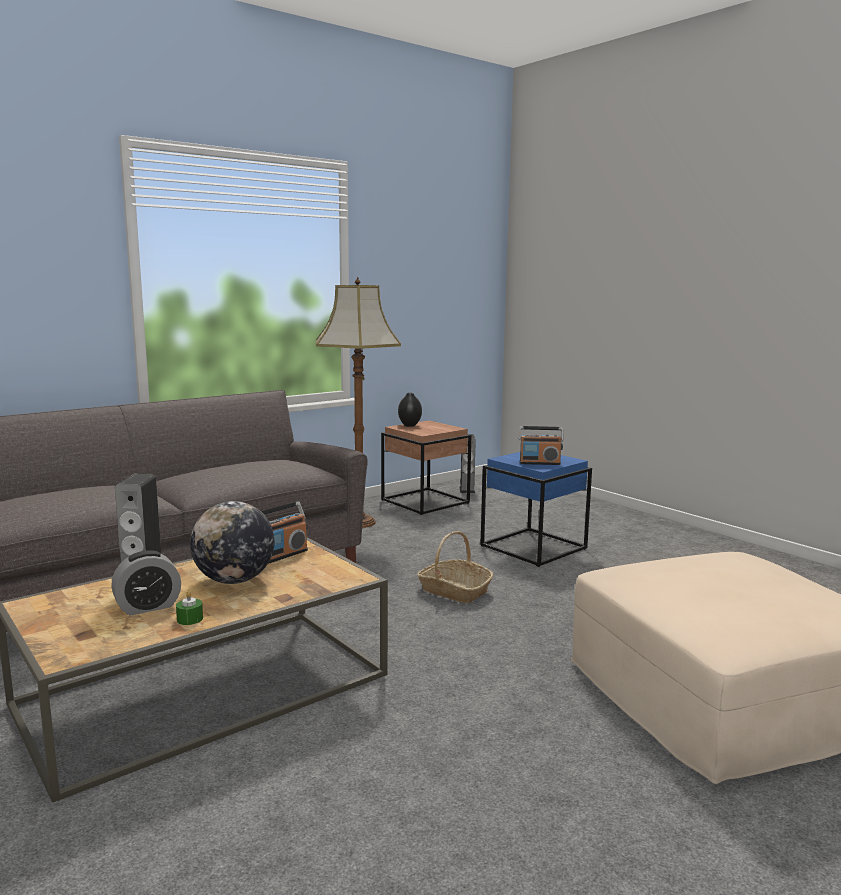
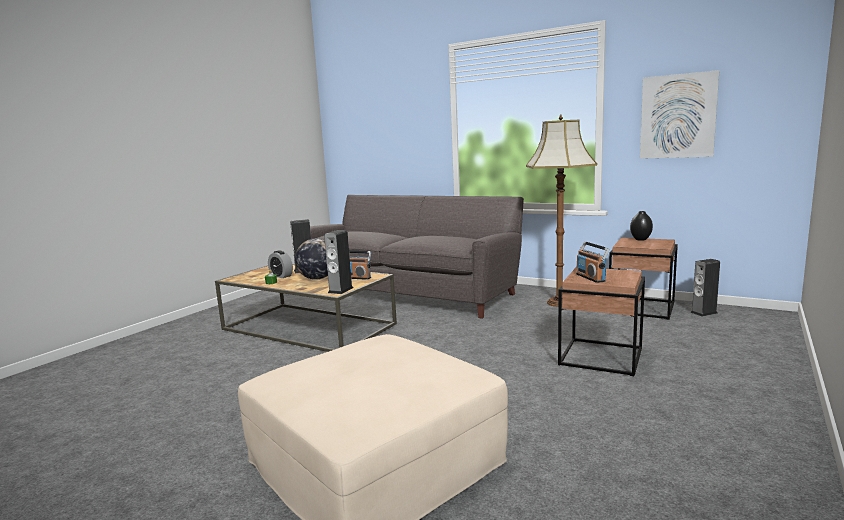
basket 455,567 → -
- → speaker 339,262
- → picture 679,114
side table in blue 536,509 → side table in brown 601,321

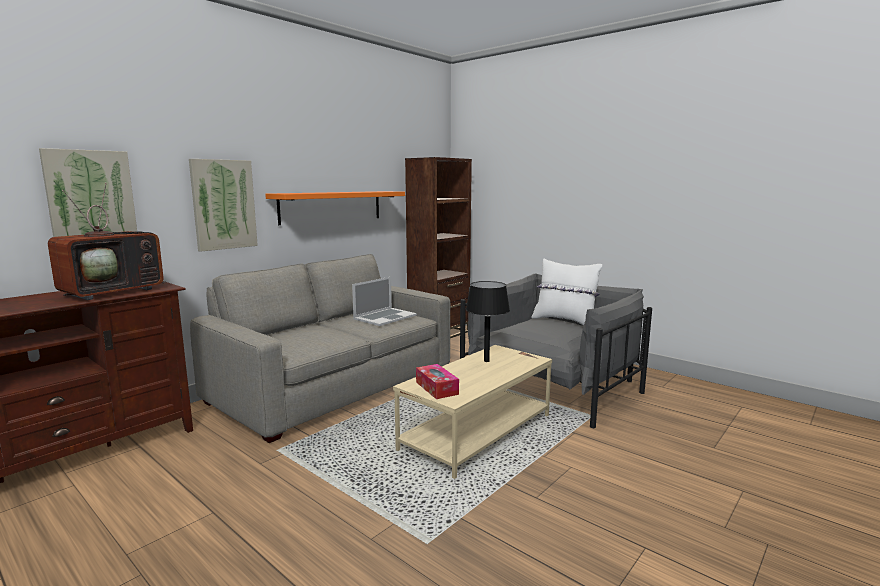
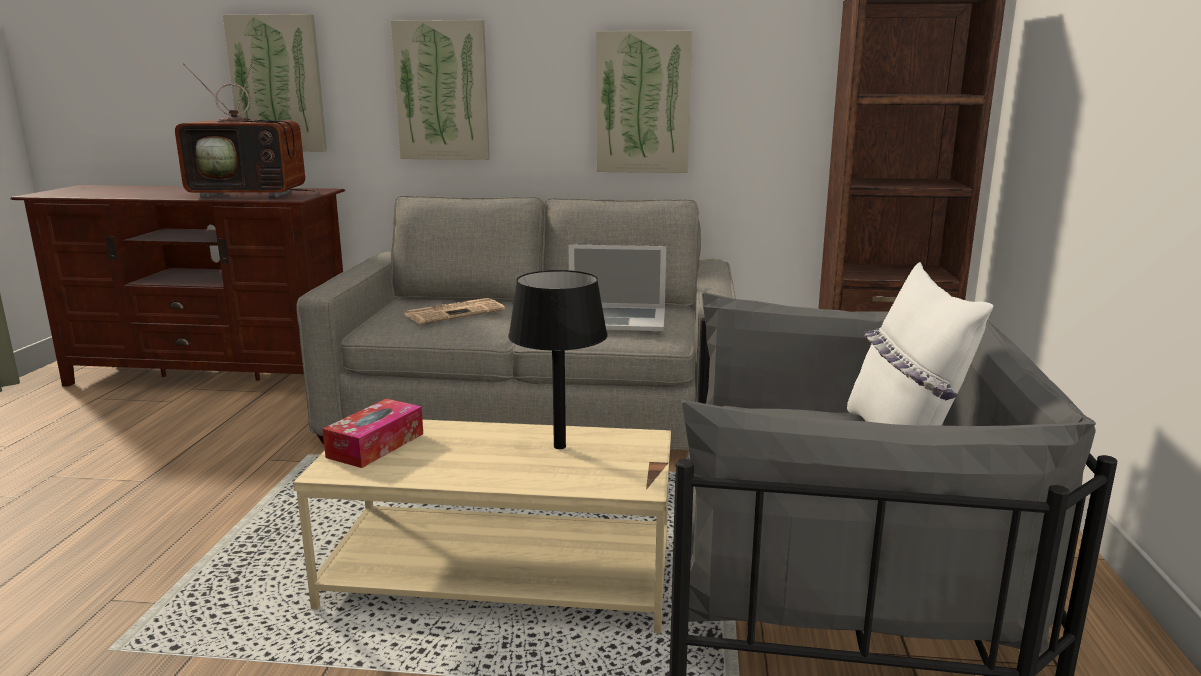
- → newspaper 454,311
shelf in orange 335,208 → picture 644,101

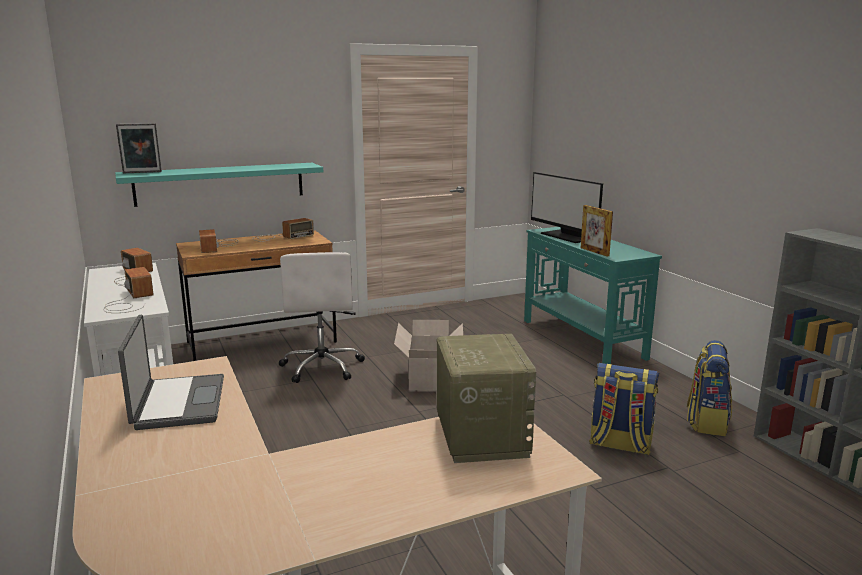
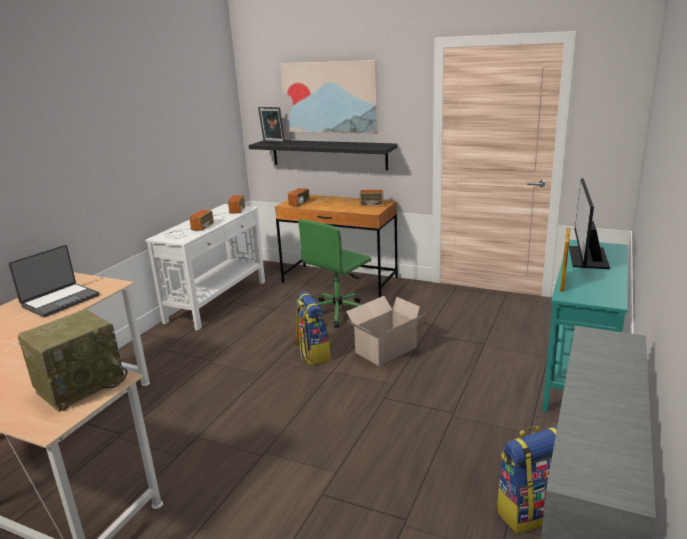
- → picture 329,97
backpack 624,409 → backpack 313,328, shifted
shelf in turquoise 219,185 → shelf in black 323,155
office chair in white 321,317 → office chair in green 334,273

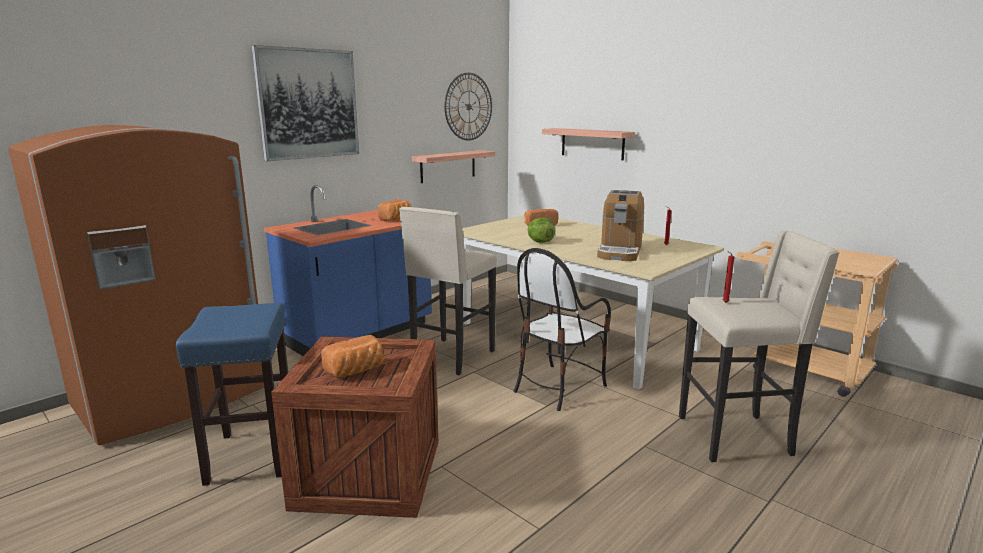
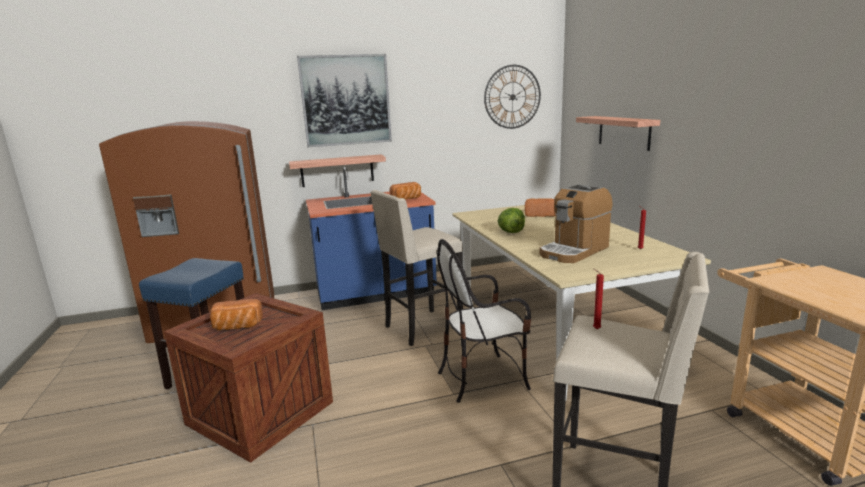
shelf 454,166 → shelf 337,170, shifted

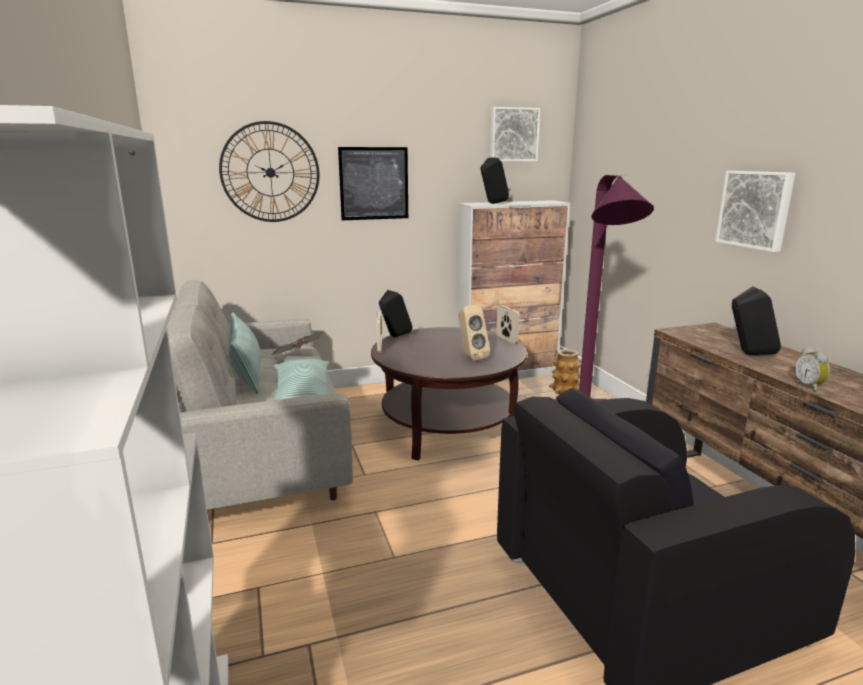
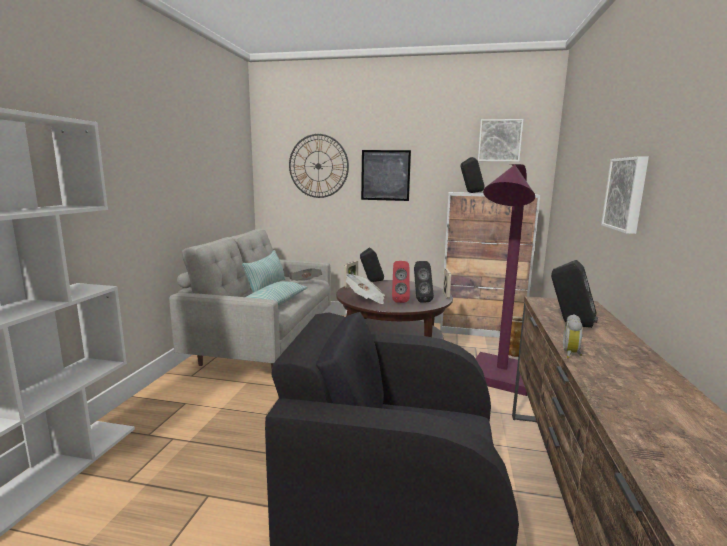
- → newspaper 365,289
- → speaker in black 424,282
speaker in beige 474,333 → speaker in red 401,282

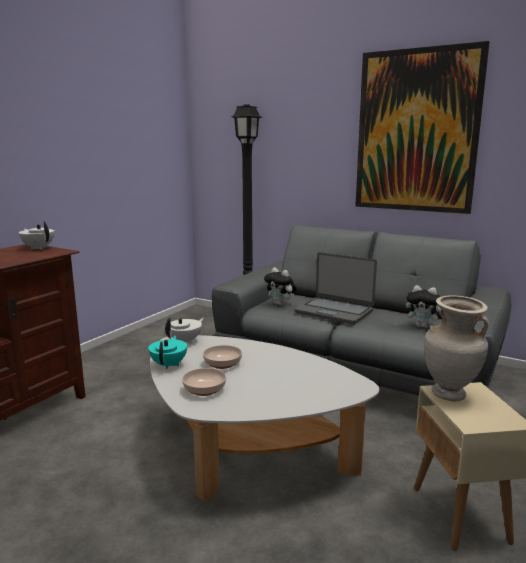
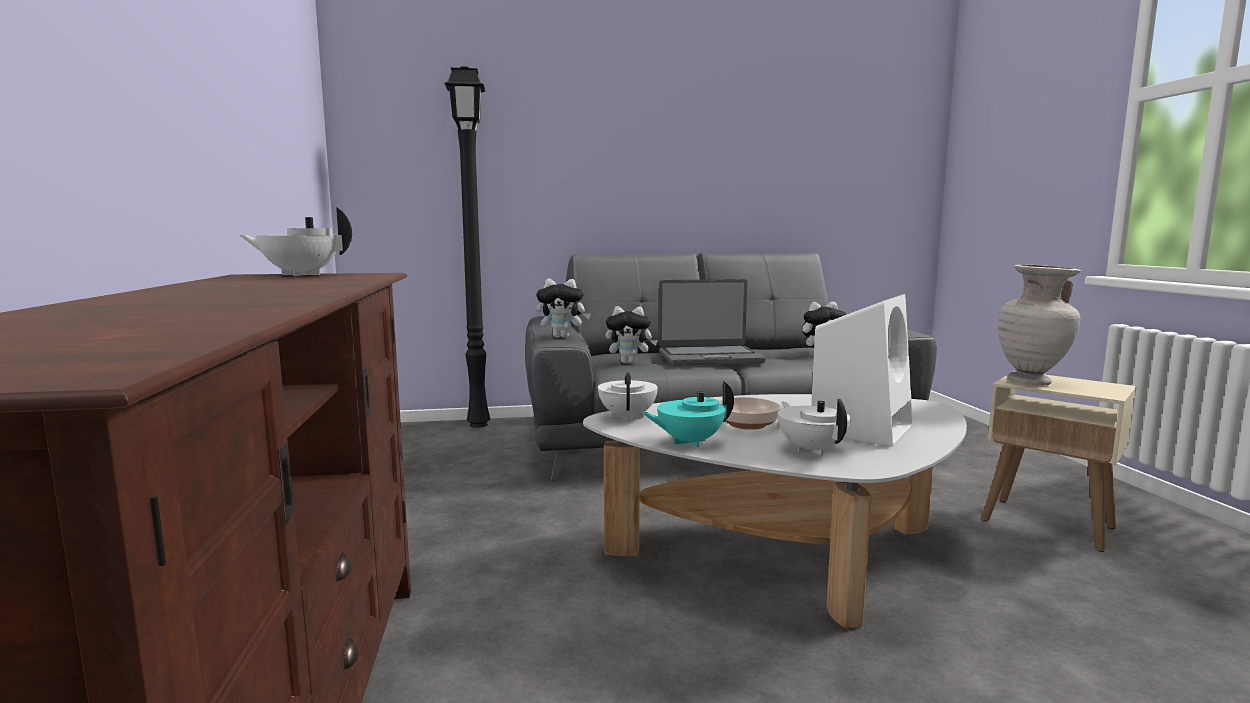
picture 422,127 → -
- → plush toy 564,308
- → speaker in white 862,370
bowl 204,382 → teapot in white 814,427
teapot in turquoise 167,352 → teapot in turquoise 688,414, 75 degrees counterclockwise

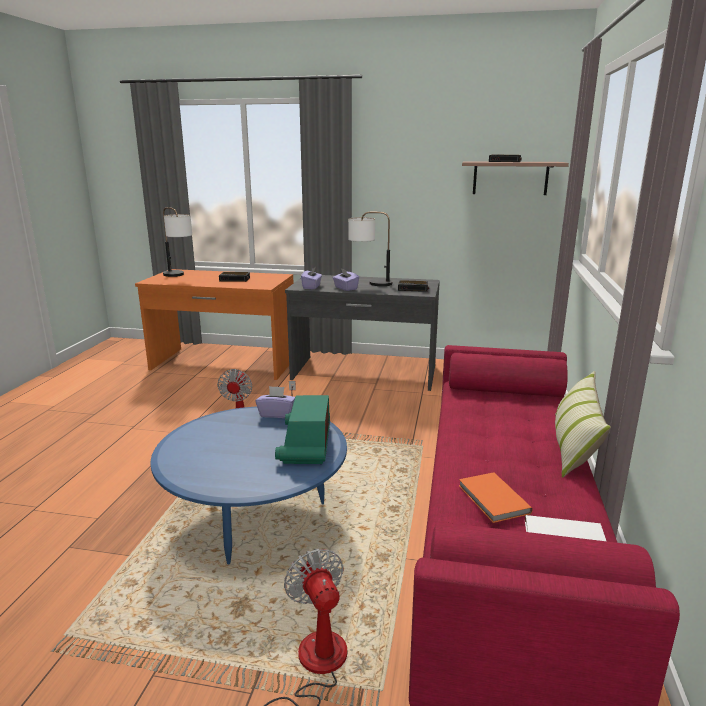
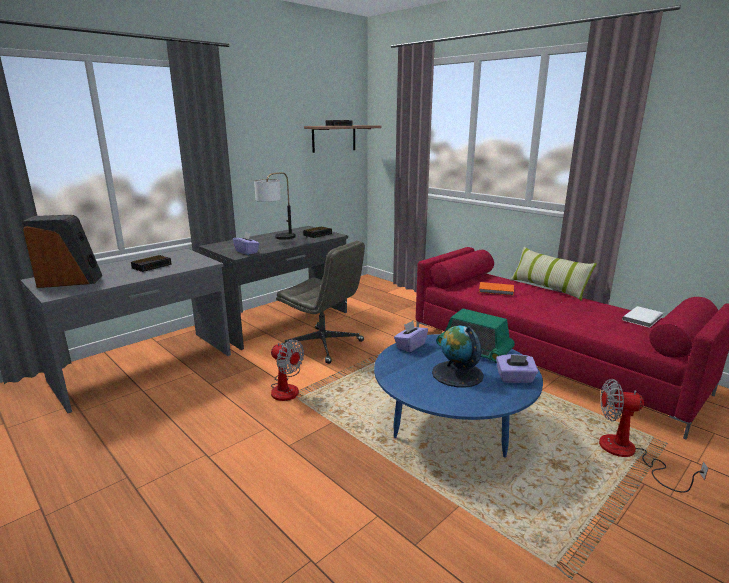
- → office chair in grey 320,302
- → globe 458,356
tissue box in purple 346,279 → tissue box in purple 517,368, shifted
book in orange 496,497 → book in orange 496,289, shifted
table lamp 177,242 → speaker 62,251
desk in orange 214,324 → desk in grey 126,331

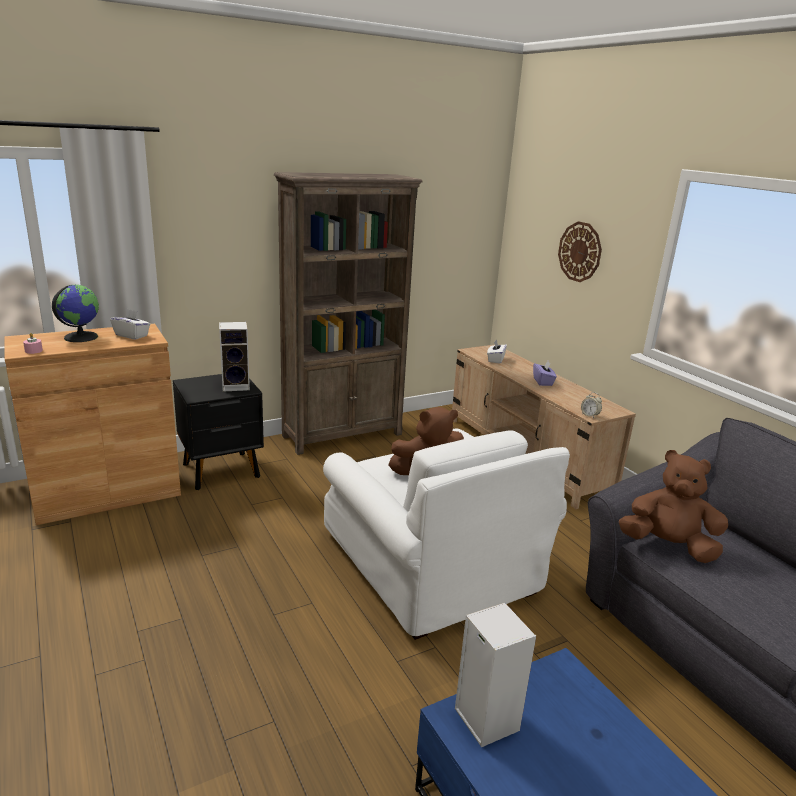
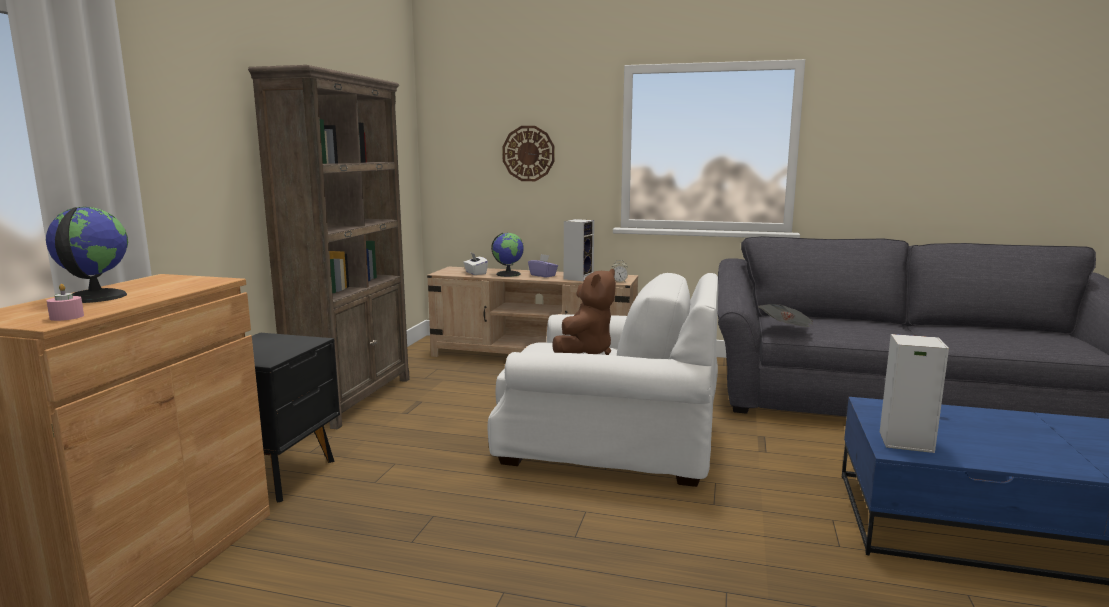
tissue box in white 130,324 → -
- → globe 507,255
speaker 234,357 → speaker 579,250, shifted
plush toy in brown 673,506 → newspaper 785,315

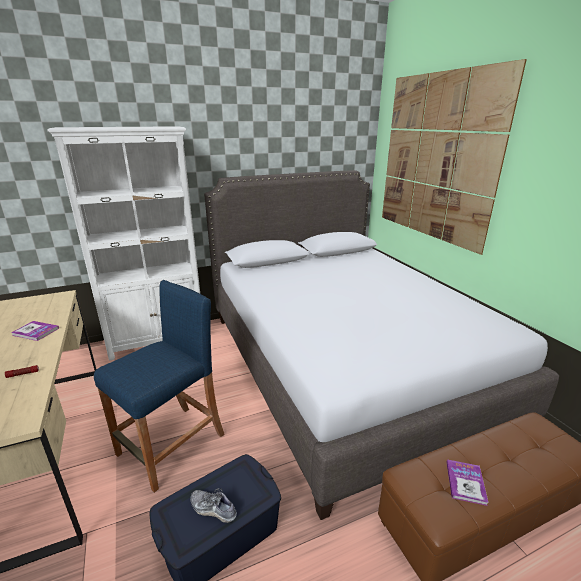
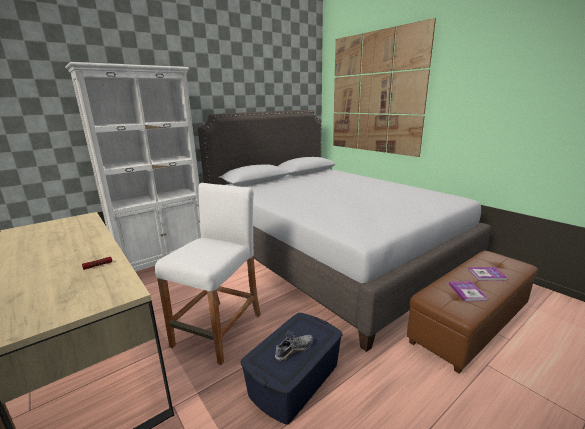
book 35,331 → book 488,274, shifted
stool in blue 159,386 → stool in white 208,274
shoe 213,505 → shoe 294,346, 135 degrees clockwise

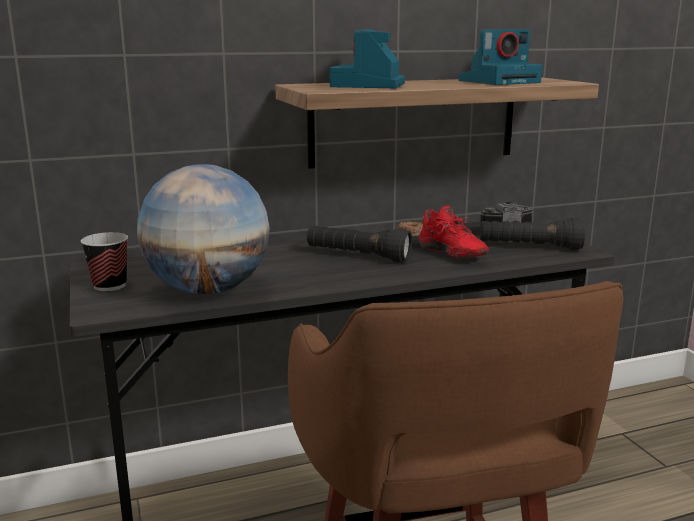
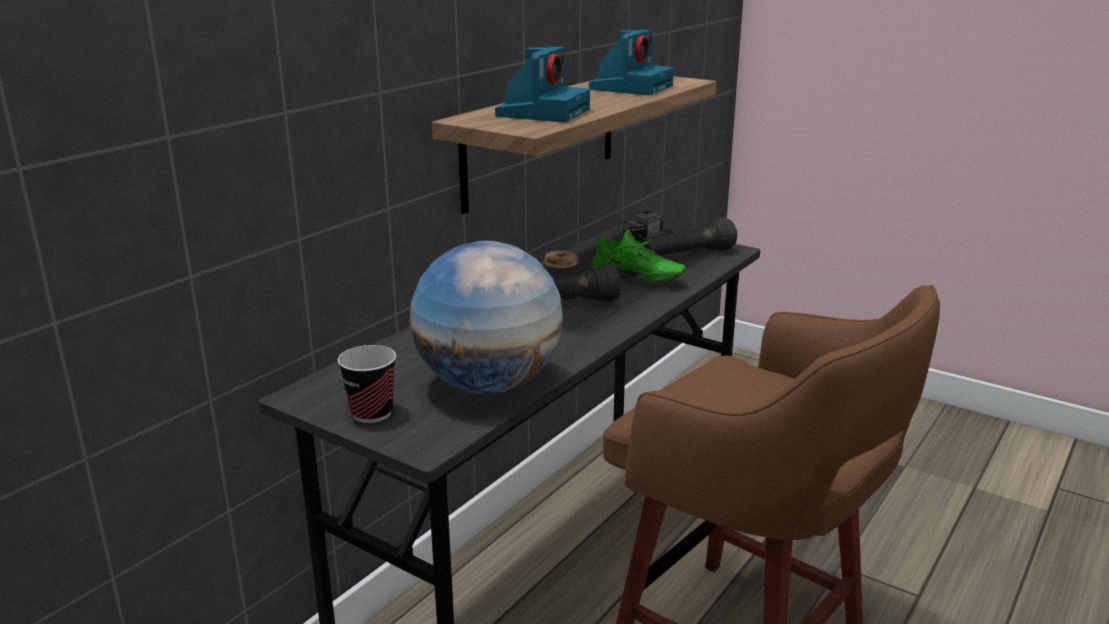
shoe in red 453,231 → shoe in green 638,256
photo camera 367,59 → photo camera 542,84, 135 degrees counterclockwise

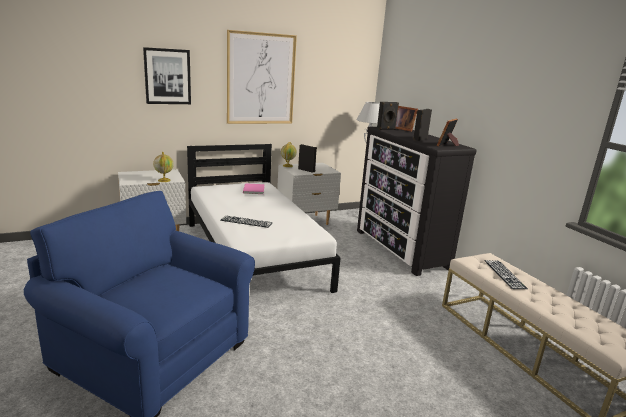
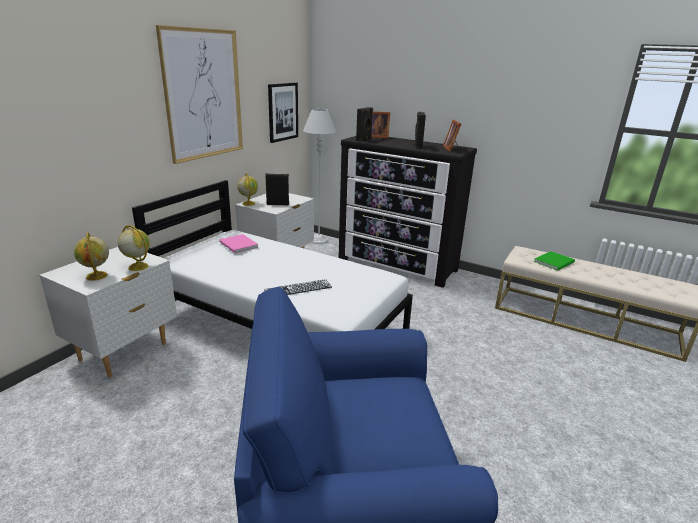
- → globe 91,256
picture 167,75 → picture 283,113, shifted
keyboard 506,274 → book in green 554,261

